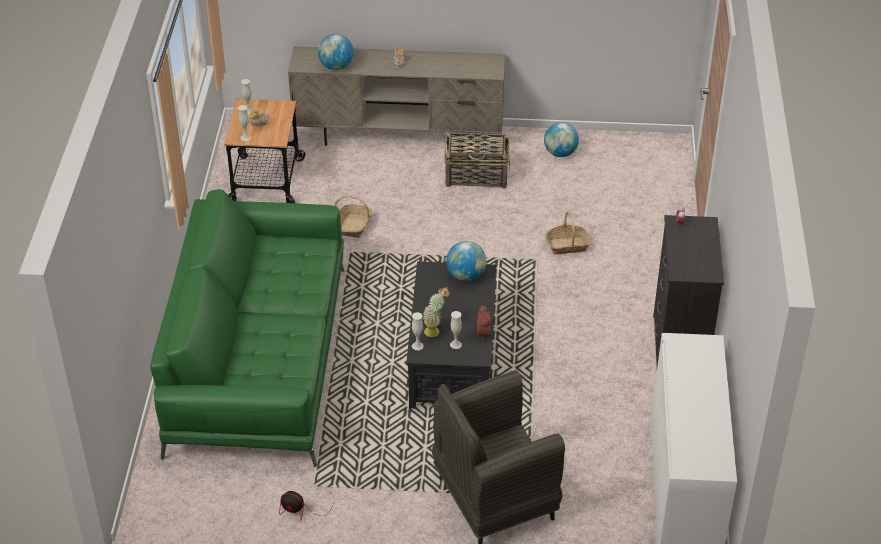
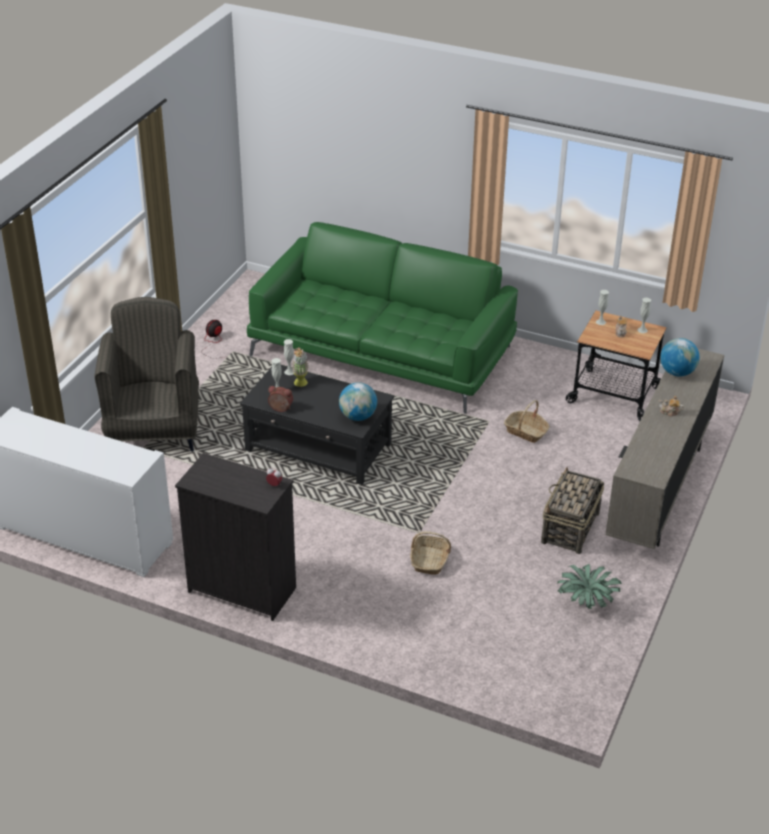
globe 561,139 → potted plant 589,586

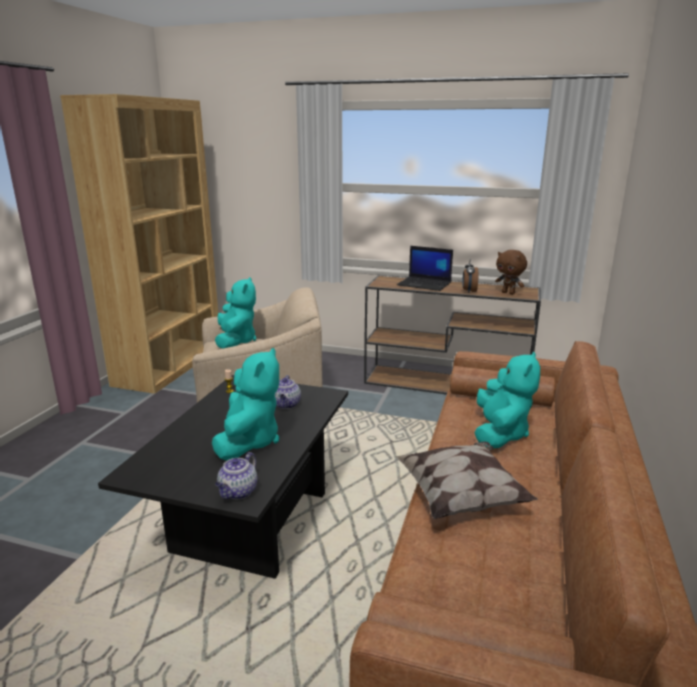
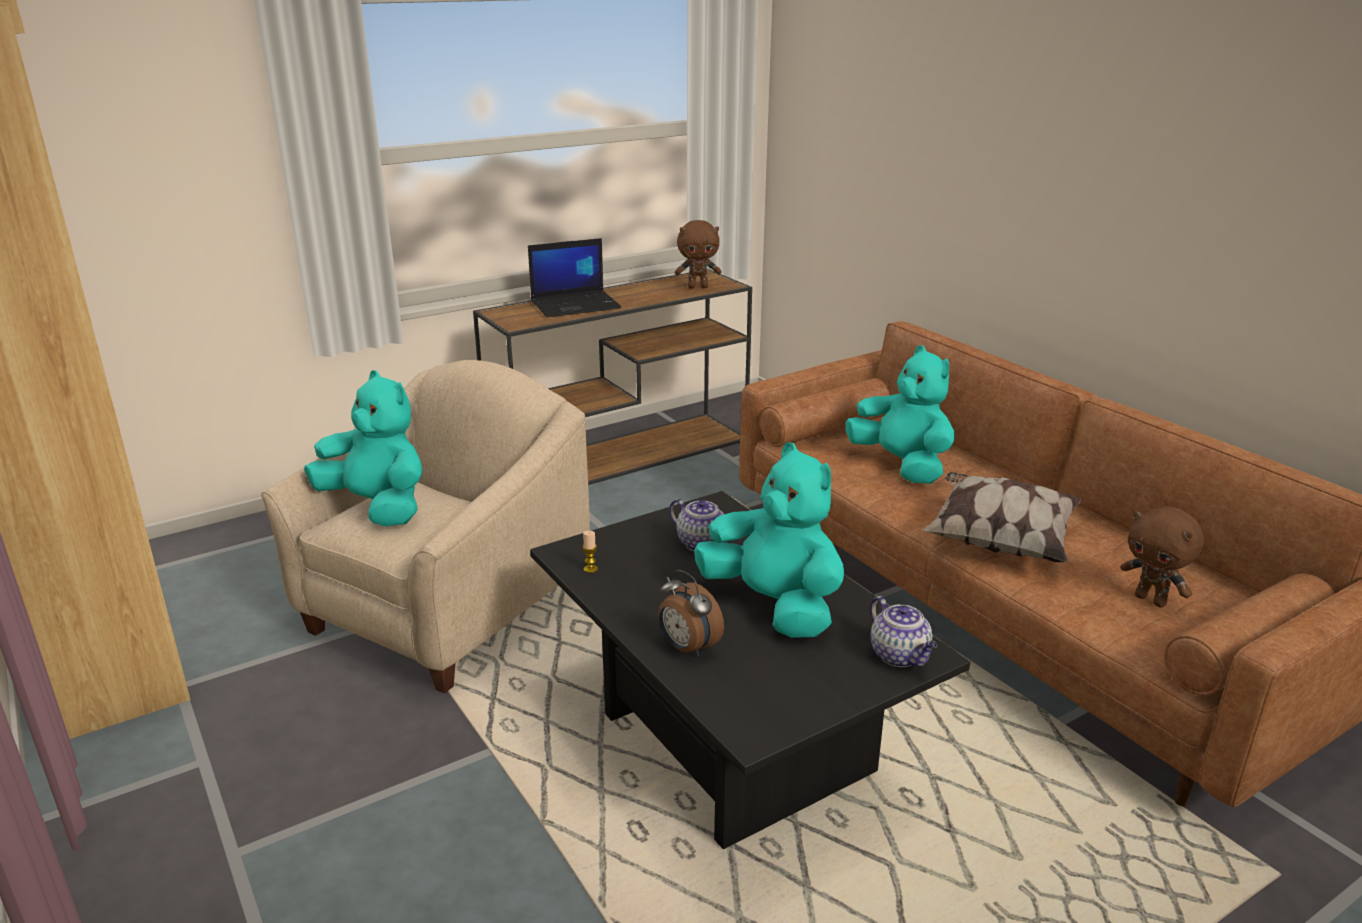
- → plush toy in brown 1162,557
alarm clock 470,275 → alarm clock 691,613, shifted

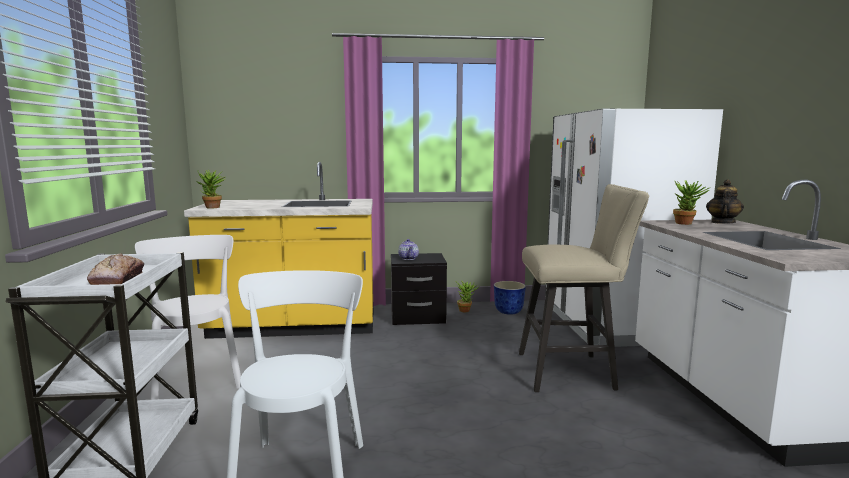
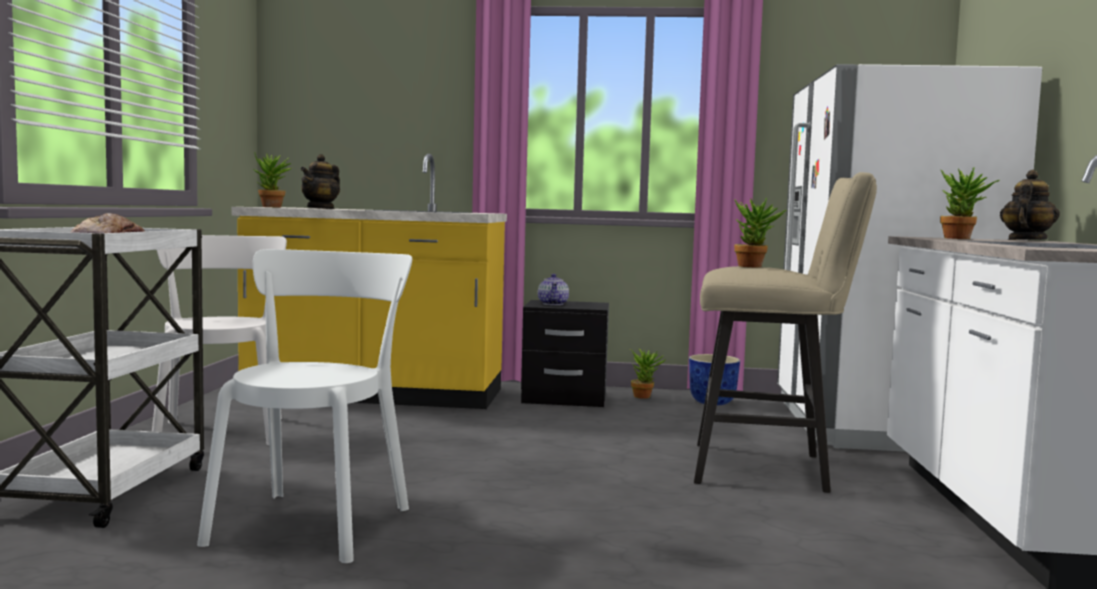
- → teapot 320,181
- → potted plant 760,232

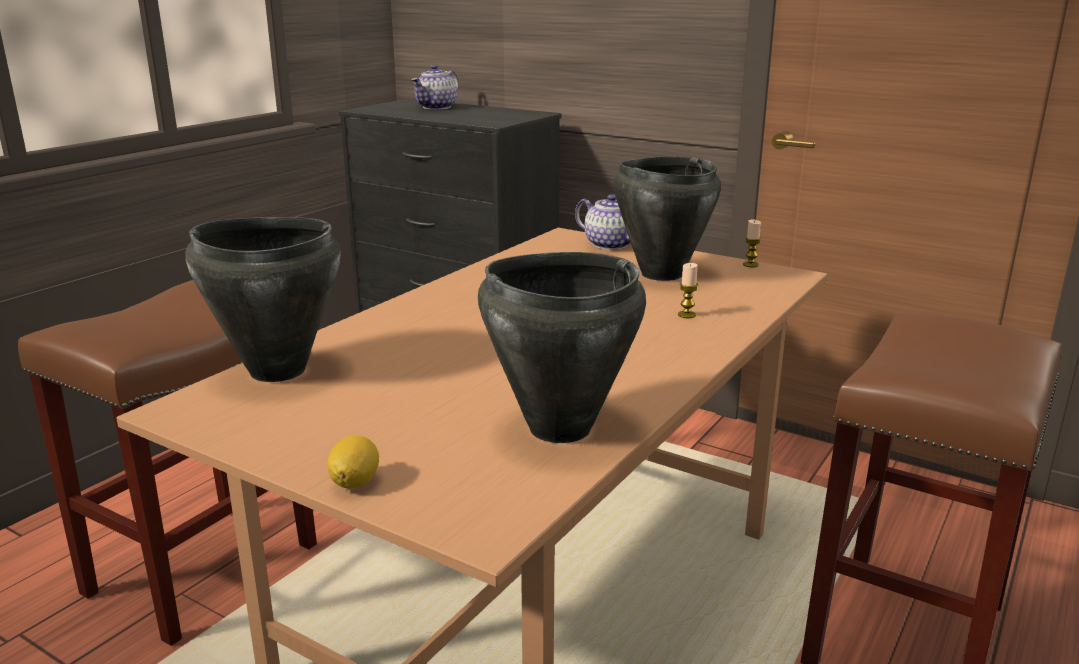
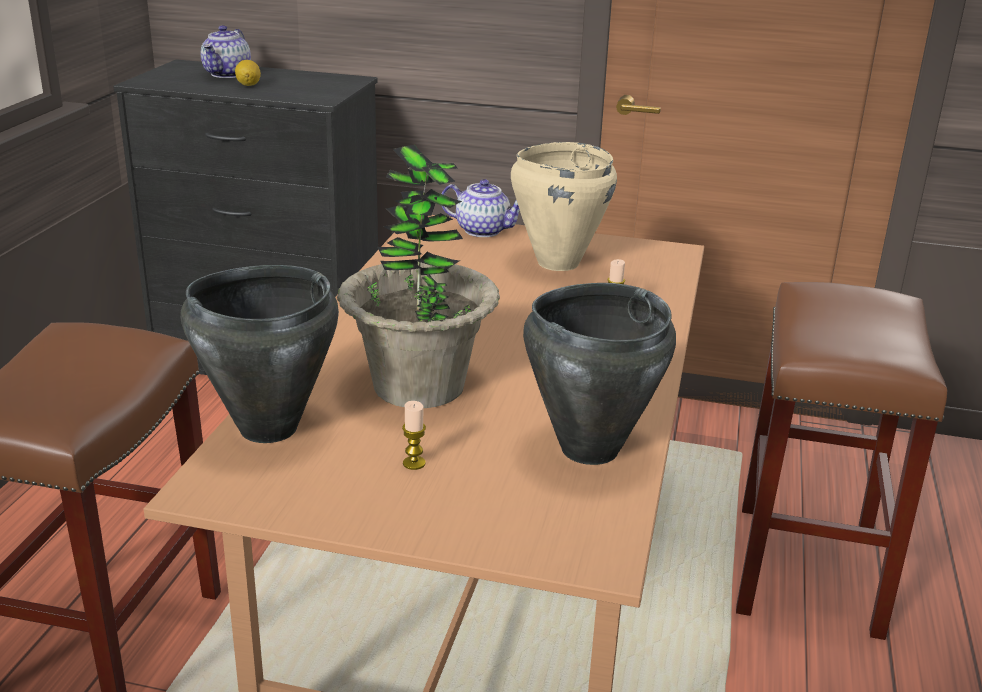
- → potted plant 418,276
lemon 353,462 → lemon 248,73, shifted
candle 752,243 → candle 414,435, shifted
cooking pot in black 667,218 → cooking pot in beige 564,206

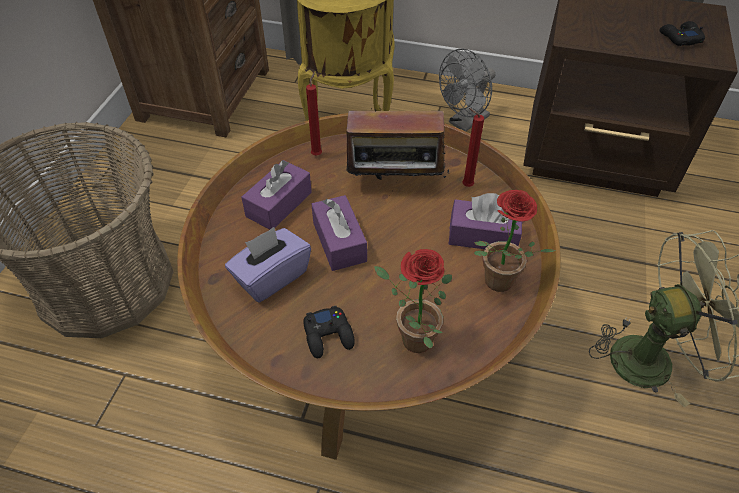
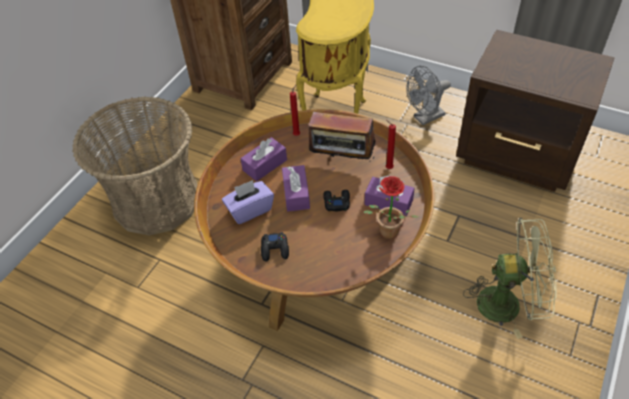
potted plant 413,301 → -
game controller in black 682,33 → game controller in black 336,201, shifted

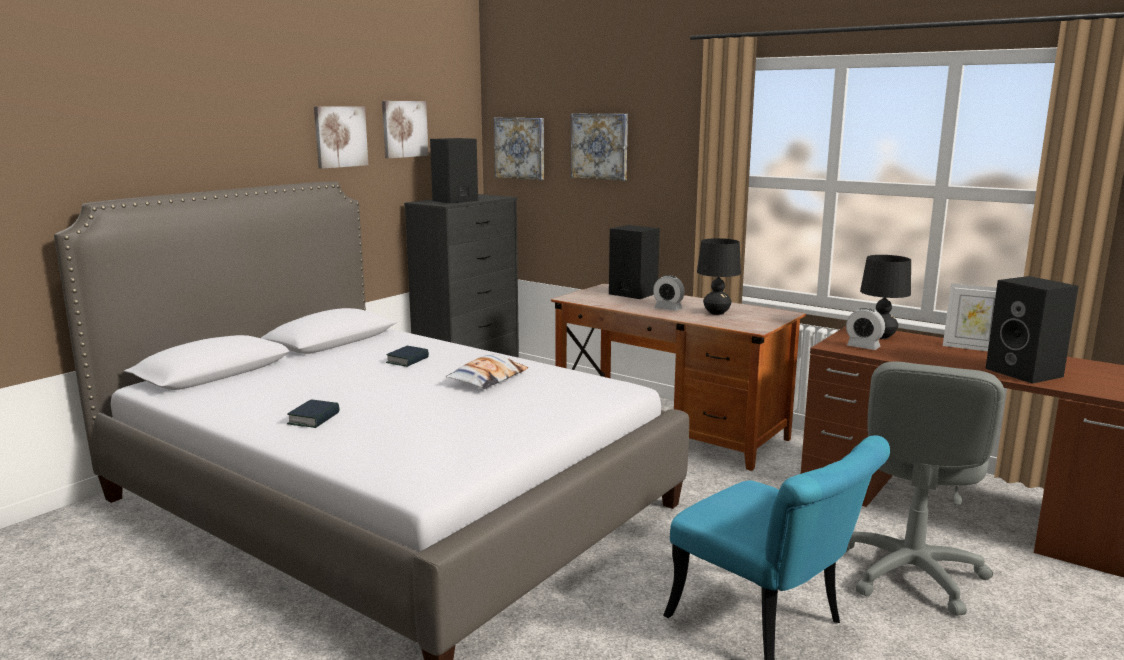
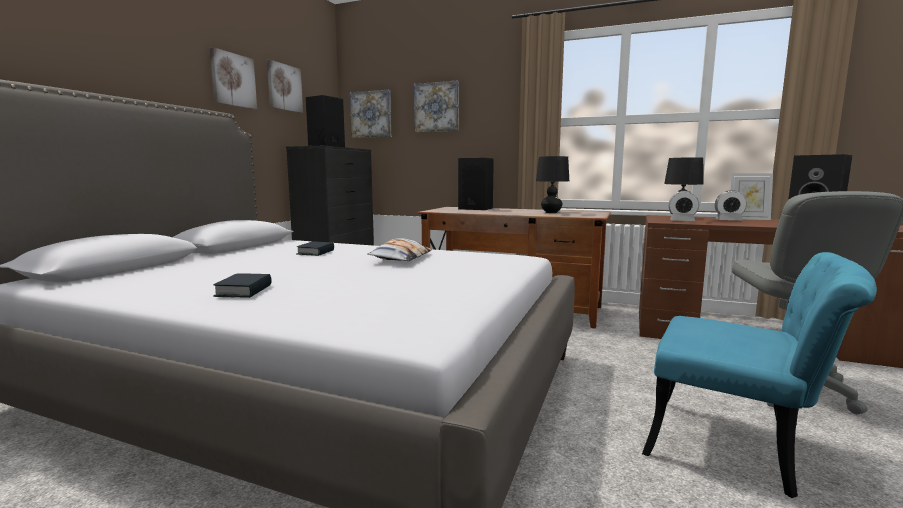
alarm clock 669,293 → alarm clock 731,205, shifted

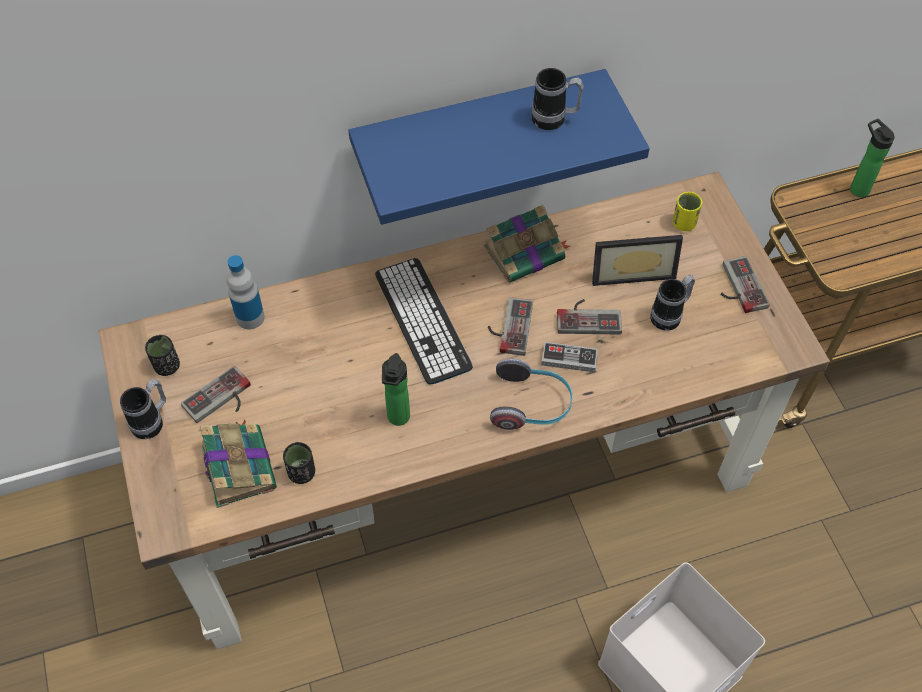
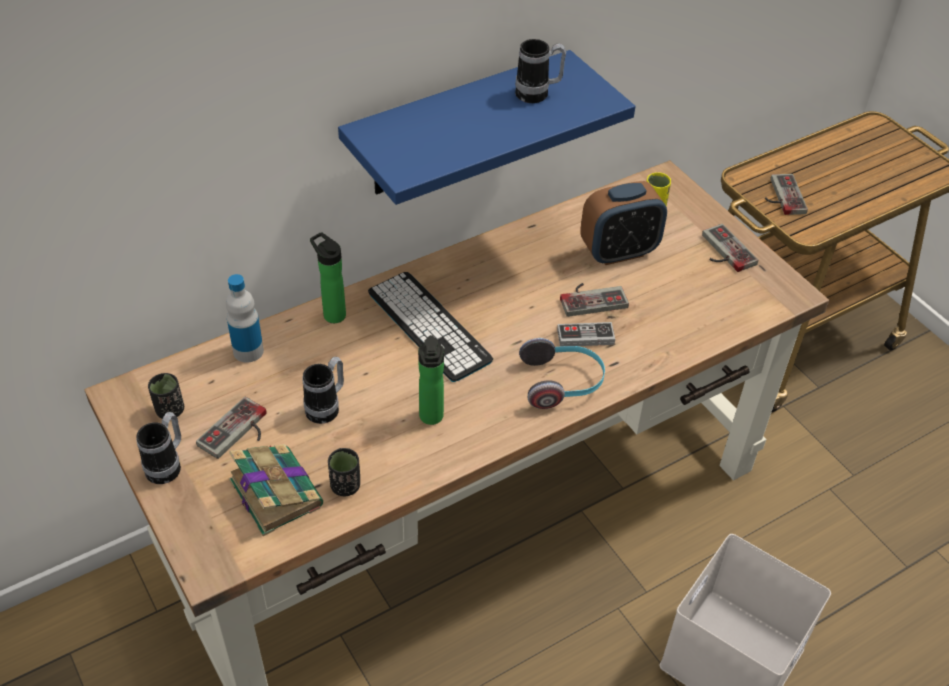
book 526,243 → -
game controller 510,326 → game controller 786,194, shifted
mug 672,303 → mug 323,390, shifted
bottle 872,158 → bottle 328,277, shifted
picture frame 637,260 → alarm clock 623,223

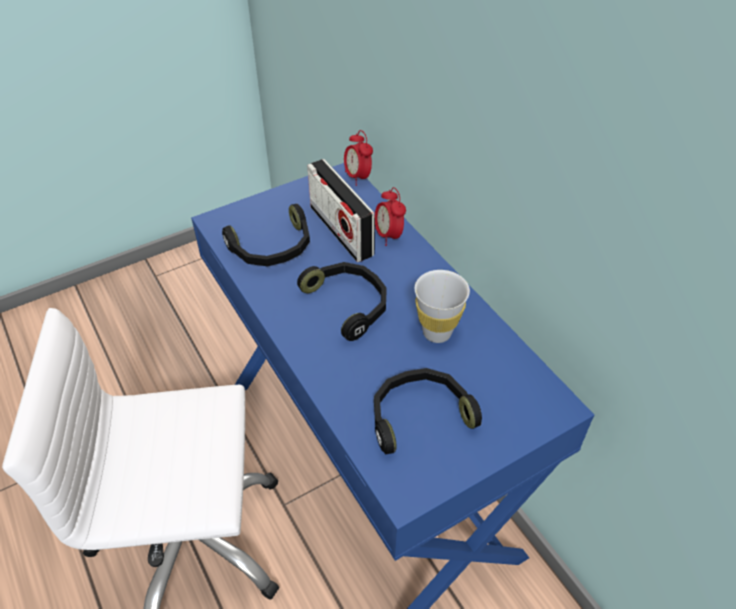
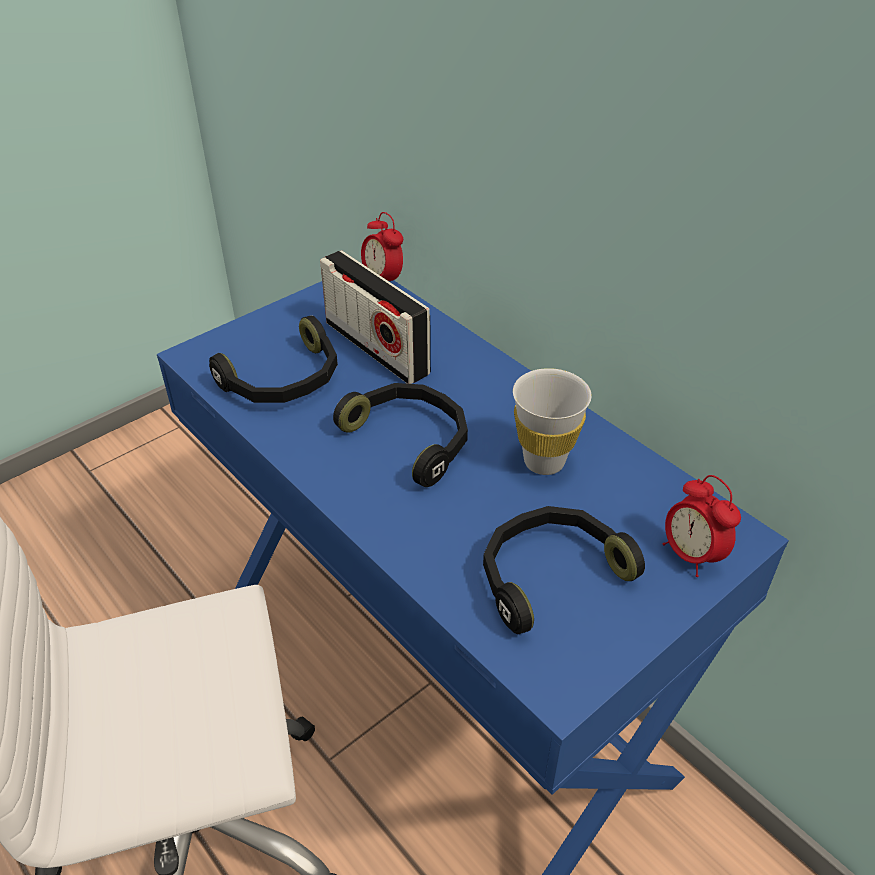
alarm clock 390,216 → alarm clock 702,526, shifted

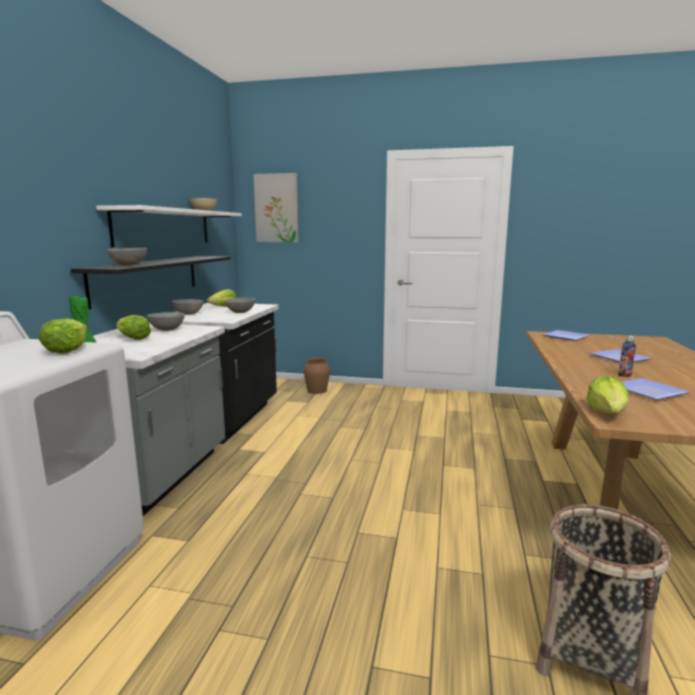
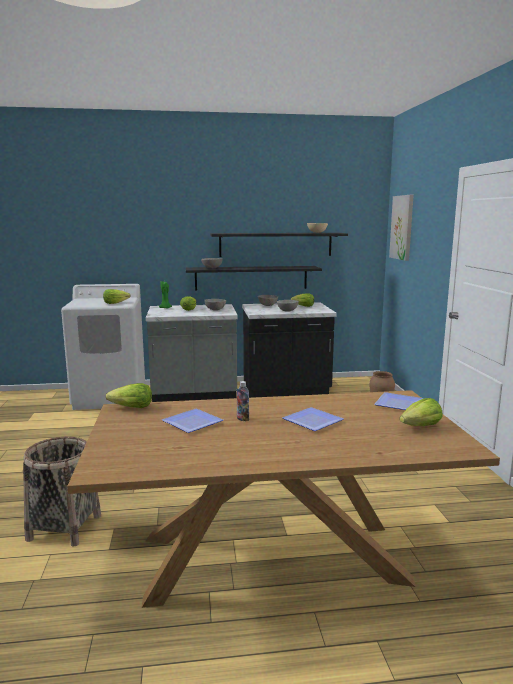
- → lettuce 421,412
shelf in white 169,226 → shelf in black 279,245

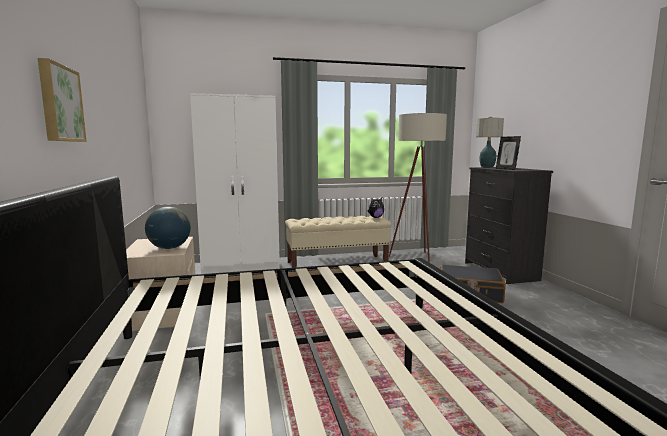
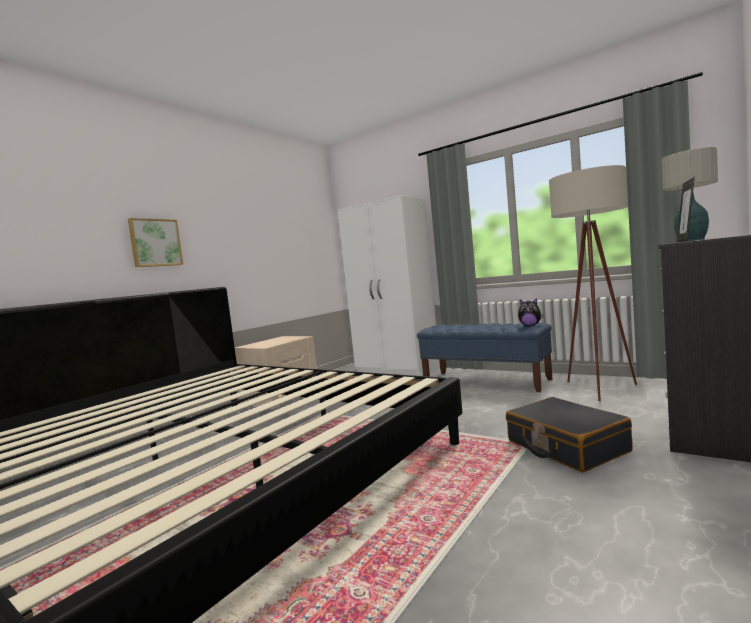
globe 168,228 → -
bench in beige 338,242 → bench in blue 485,357

